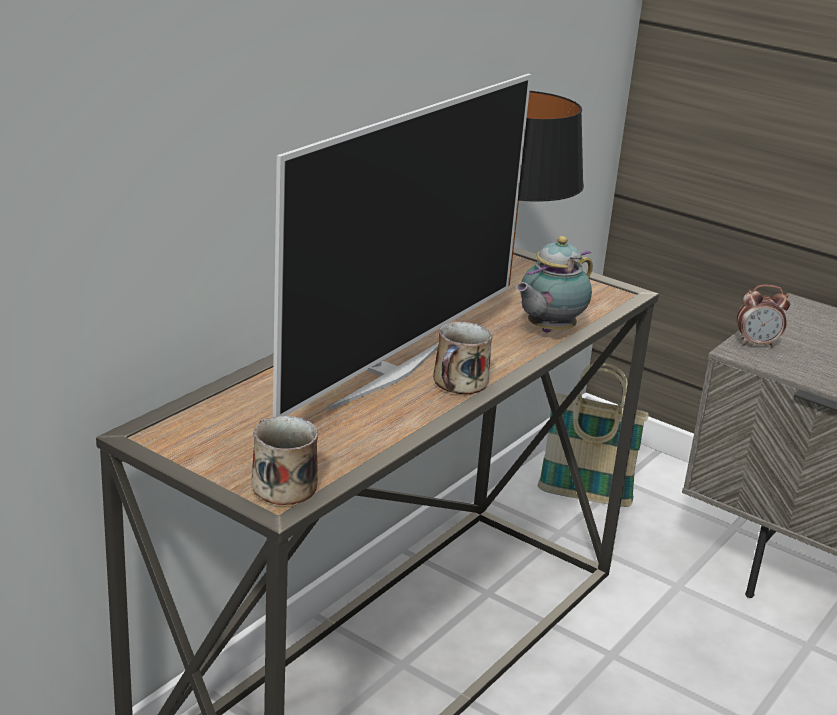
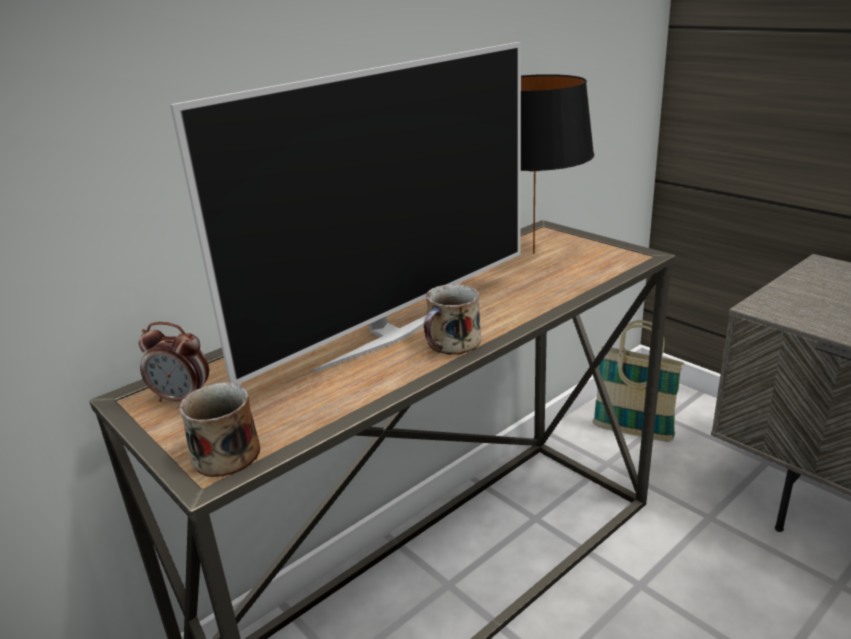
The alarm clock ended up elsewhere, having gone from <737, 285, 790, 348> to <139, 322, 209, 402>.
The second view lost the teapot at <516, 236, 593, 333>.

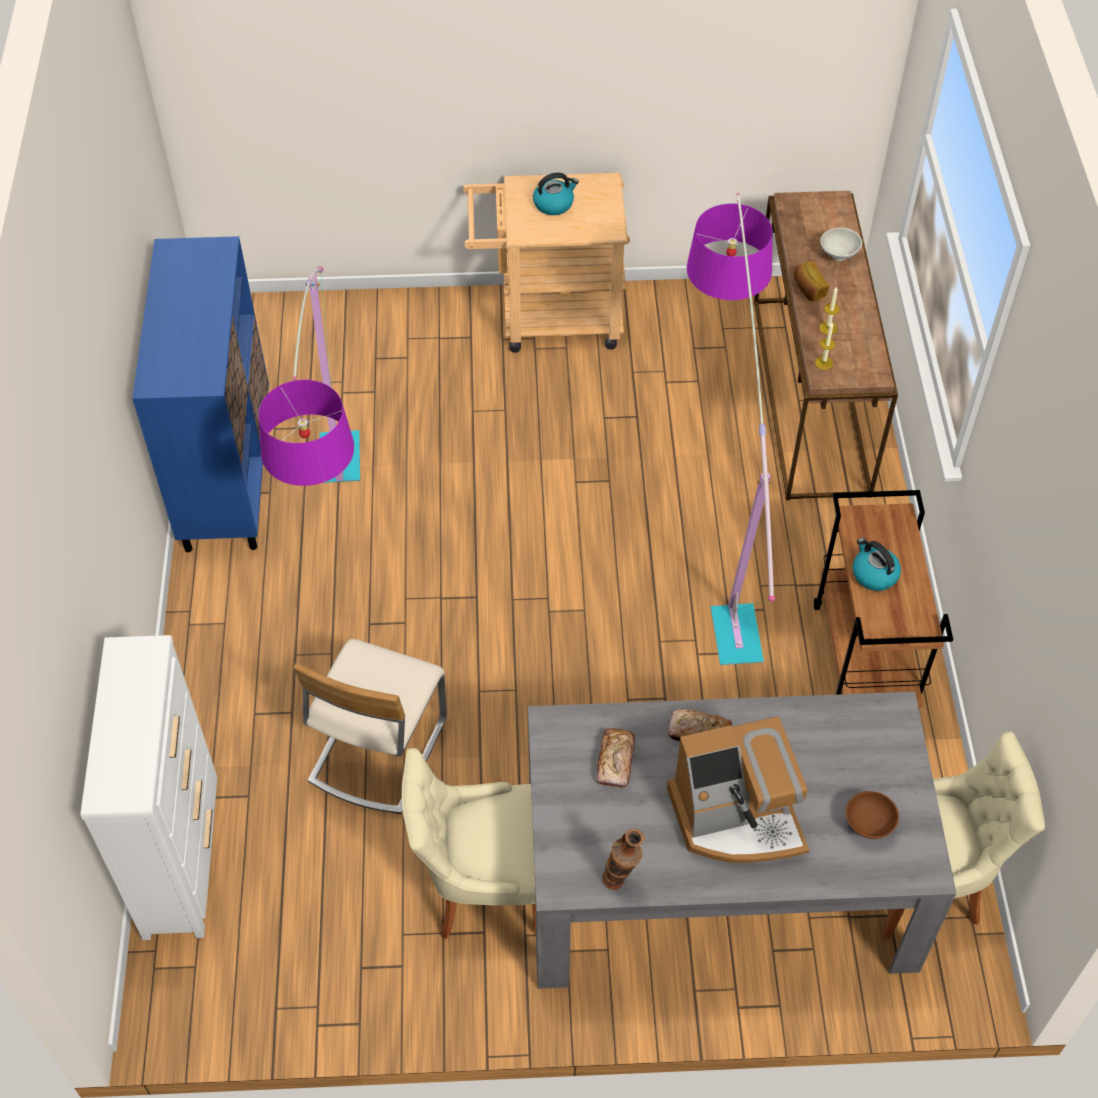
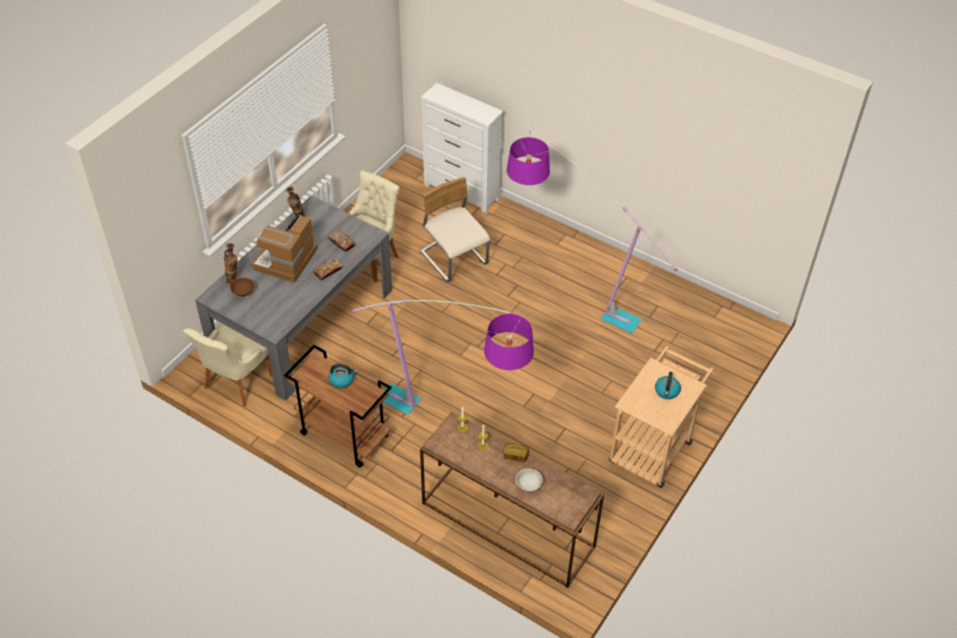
The second view gained the vase at <224, 243, 238, 284>.
The second view lost the blue cabinet at <132, 236, 269, 552>.

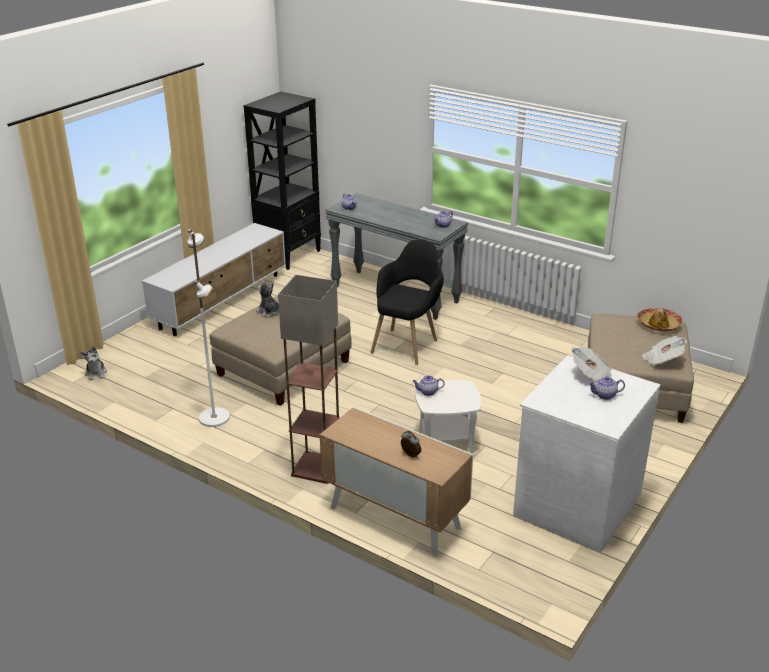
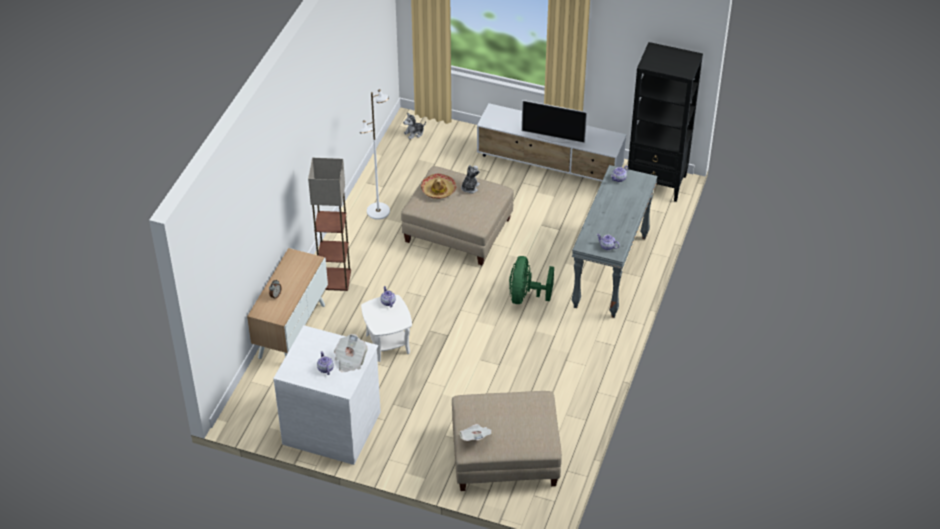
The hat ended up elsewhere, having gone from <637, 308, 683, 332> to <421, 173, 456, 199>.
Where the black armchair stood at <370, 240, 444, 365>, the green fan came to stand at <509, 256, 554, 304>.
The second view gained the television at <521, 100, 587, 143>.

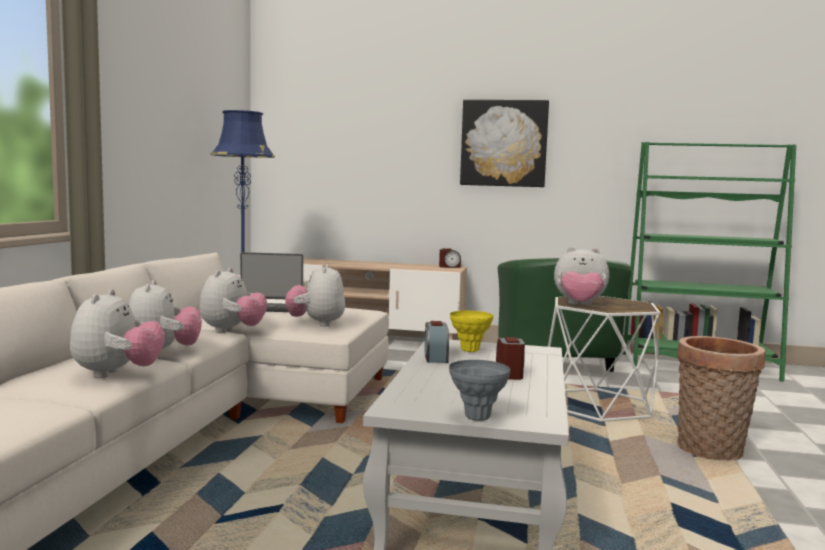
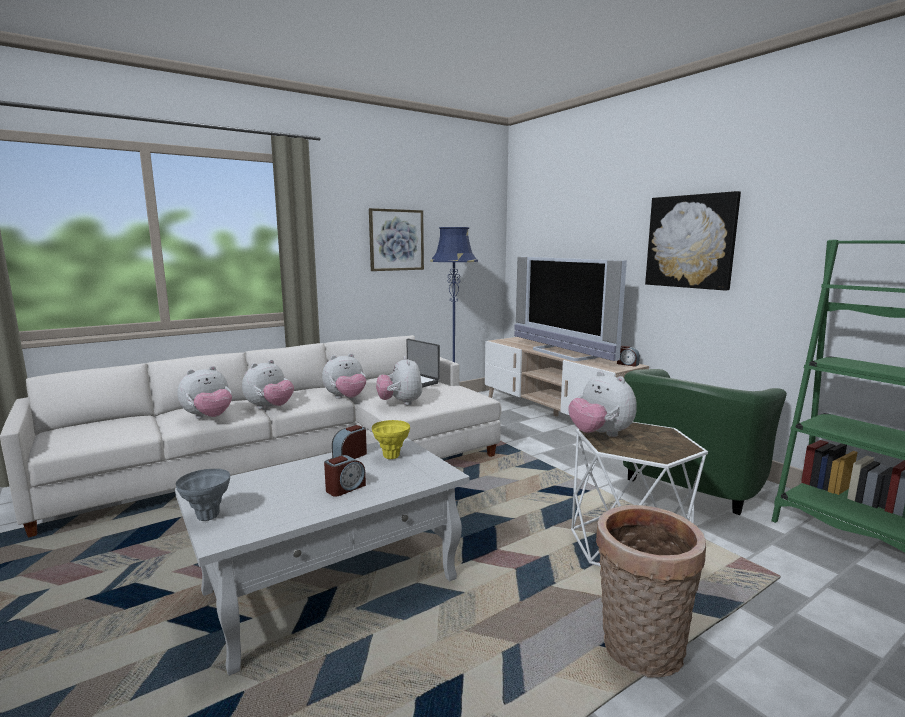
The second view gained the picture at <369, 208, 424, 271>.
The plush toy at <285, 264, 345, 326> ended up facing another way, 60 degrees counterclockwise from before.
The second view gained the television at <514, 257, 627, 361>.

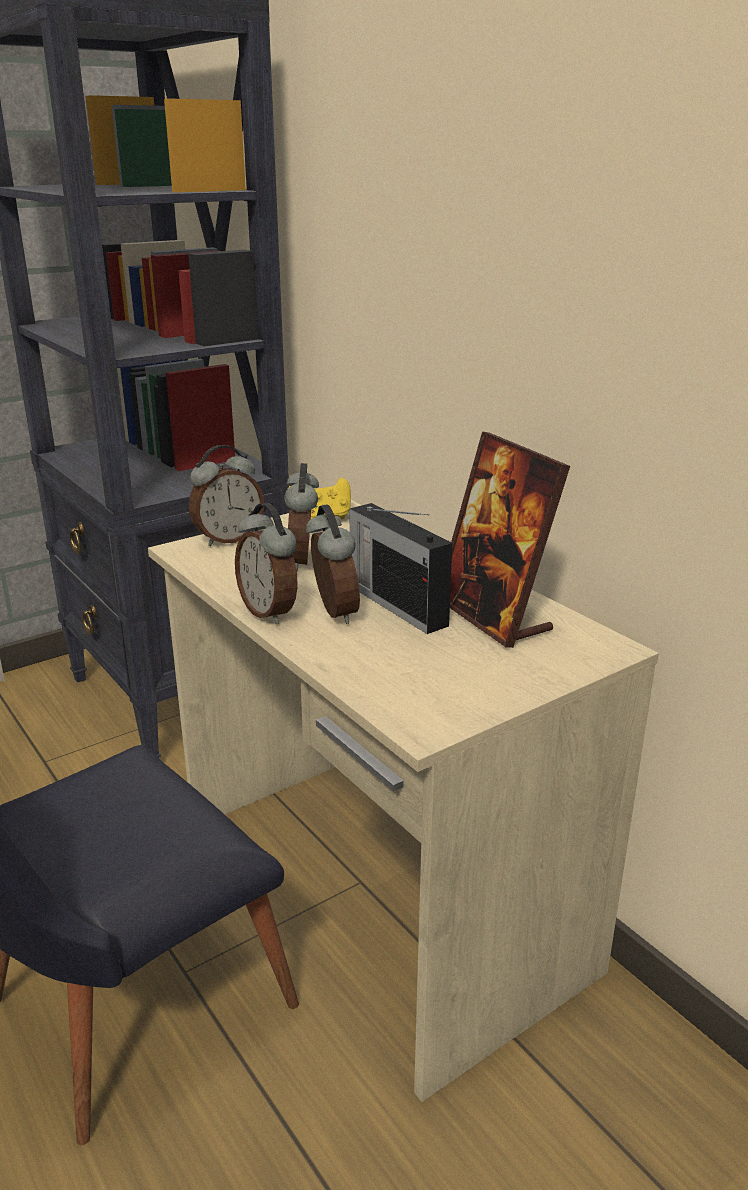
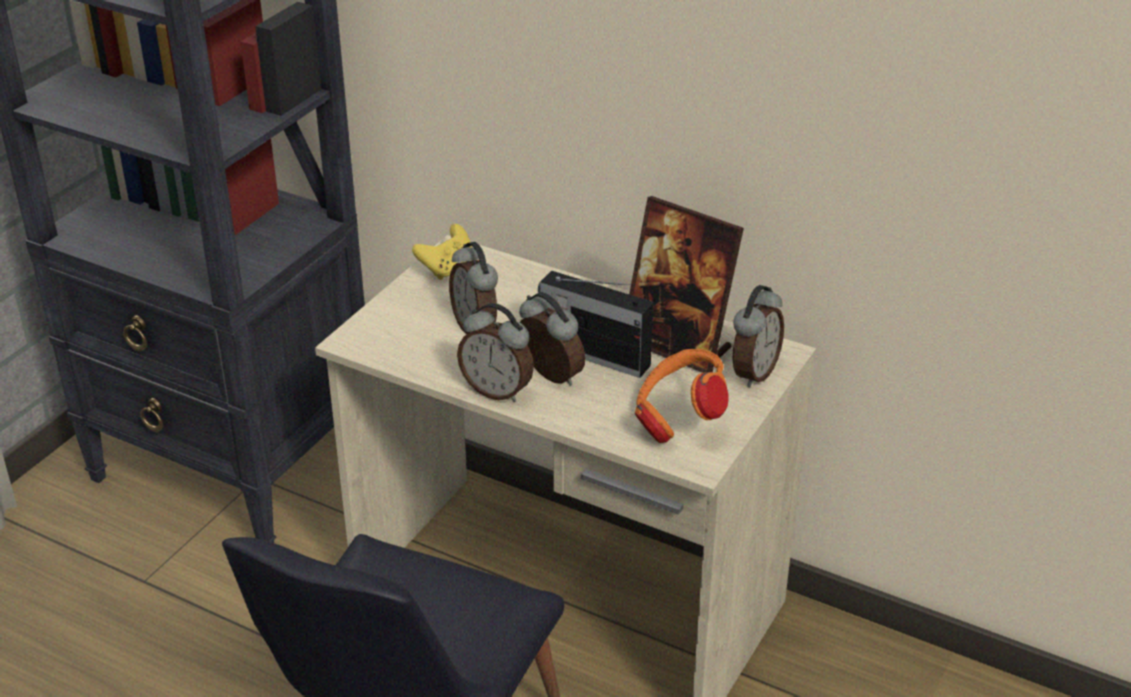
The second view gained the orange headphones at <635, 349, 729, 443>.
The alarm clock ended up elsewhere, having gone from <189, 445, 264, 546> to <733, 285, 784, 387>.

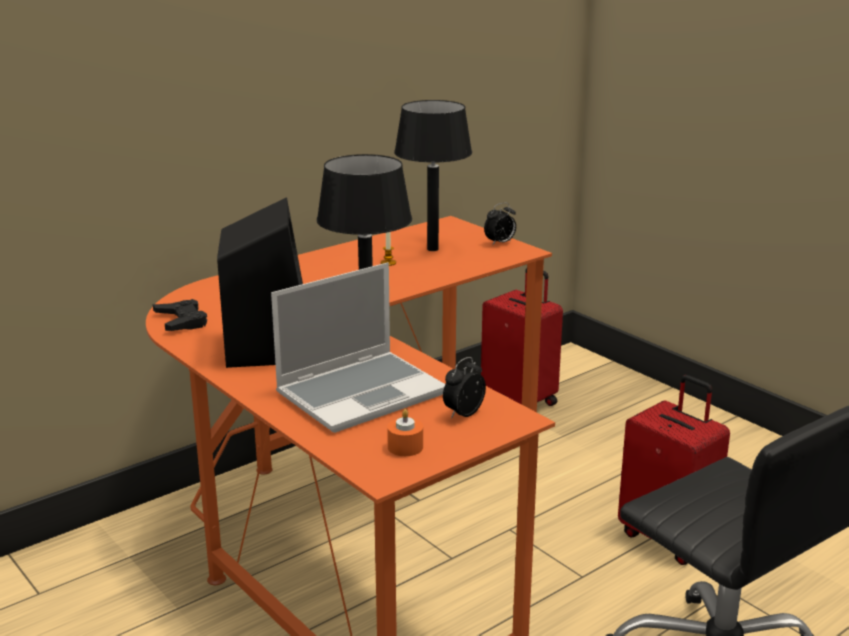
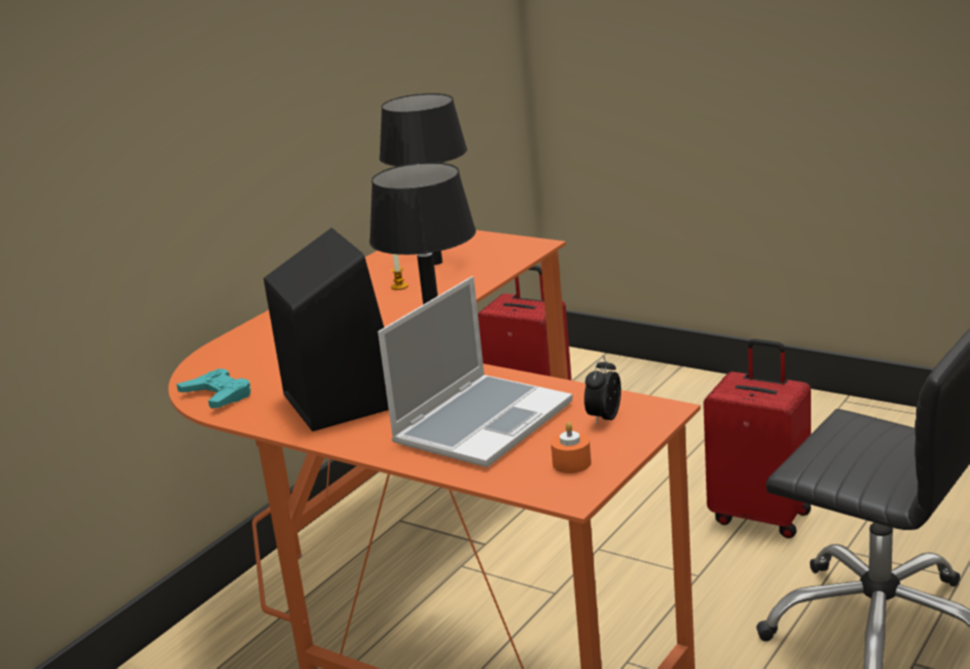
What was the black game controller at <153, 299, 207, 331> turned into the turquoise game controller at <177, 369, 251, 409>.
The second view lost the alarm clock at <484, 202, 516, 246>.

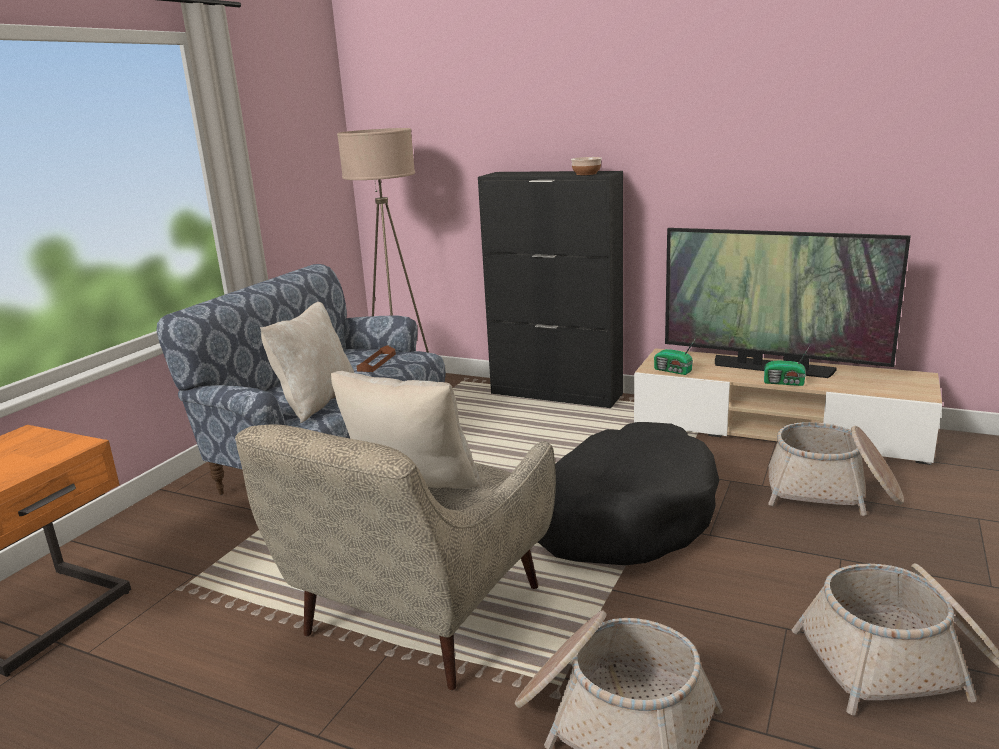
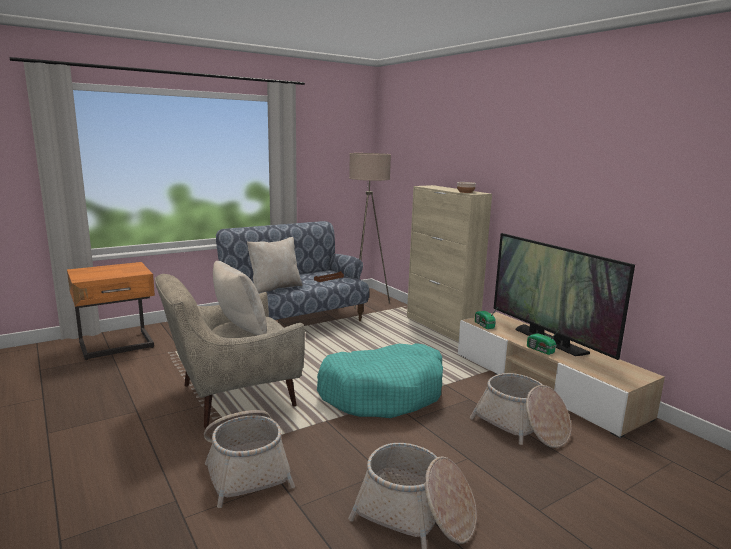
What was the black dog bed at <538, 422, 719, 565> turned into the turquoise dog bed at <317, 343, 443, 418>.
What was the black cabinet at <478, 171, 623, 408> turned into the beige cabinet at <407, 185, 492, 342>.

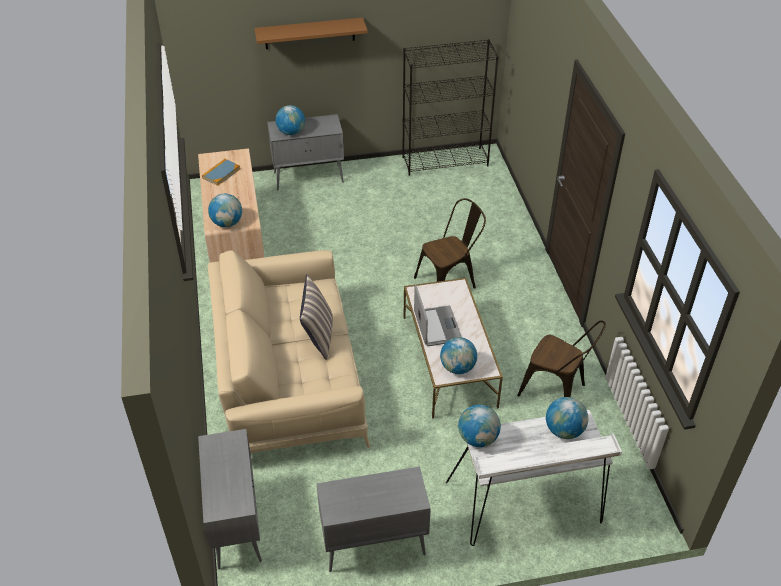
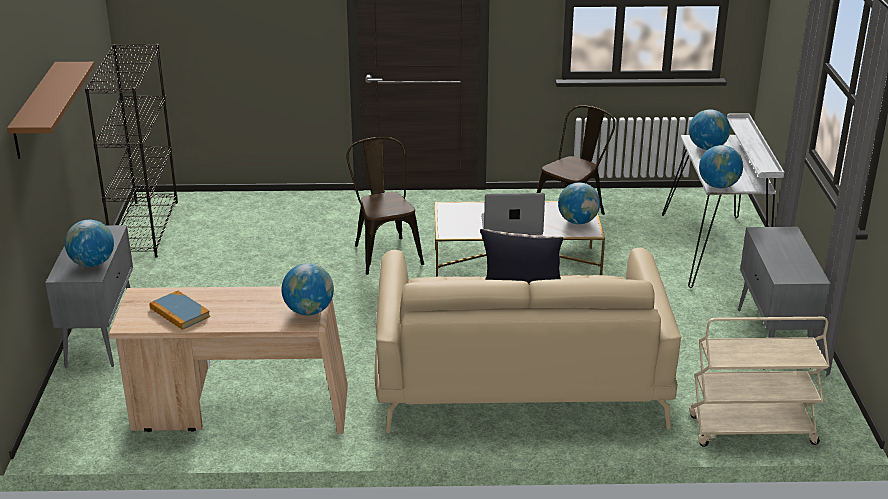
Where the grey cabinet stood at <198, 429, 262, 569>, the beige cart came to stand at <689, 317, 830, 447>.

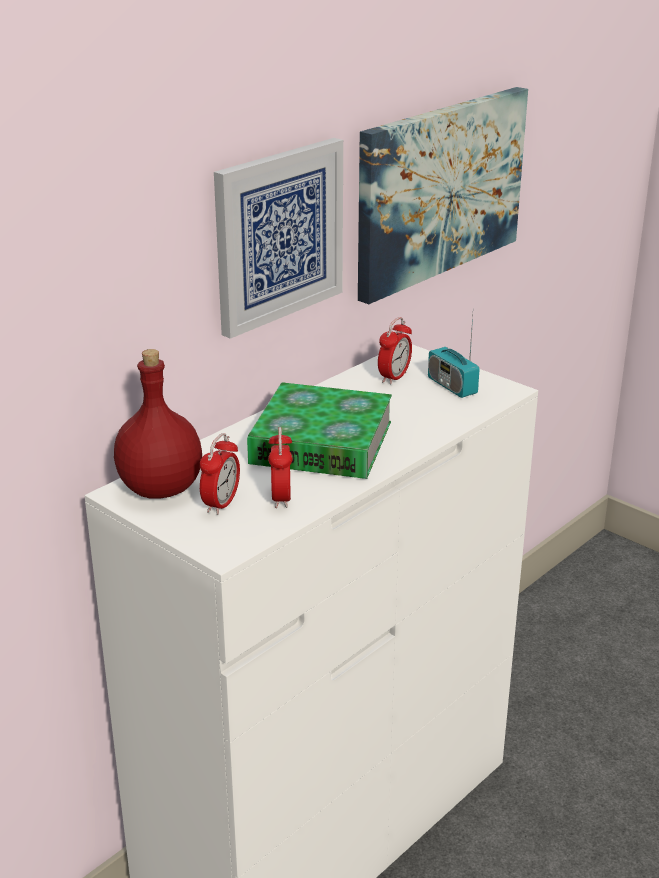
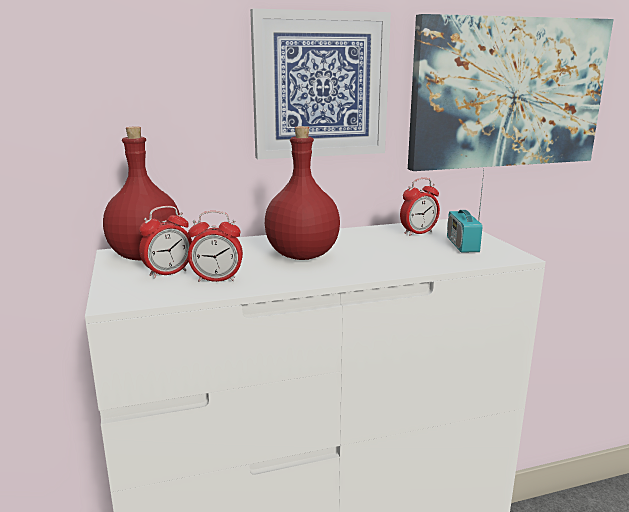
The alarm clock at <268, 427, 293, 508> ended up facing another way, 60 degrees clockwise from before.
Where the book stood at <247, 382, 392, 479>, the red bottle came to stand at <265, 126, 340, 260>.

